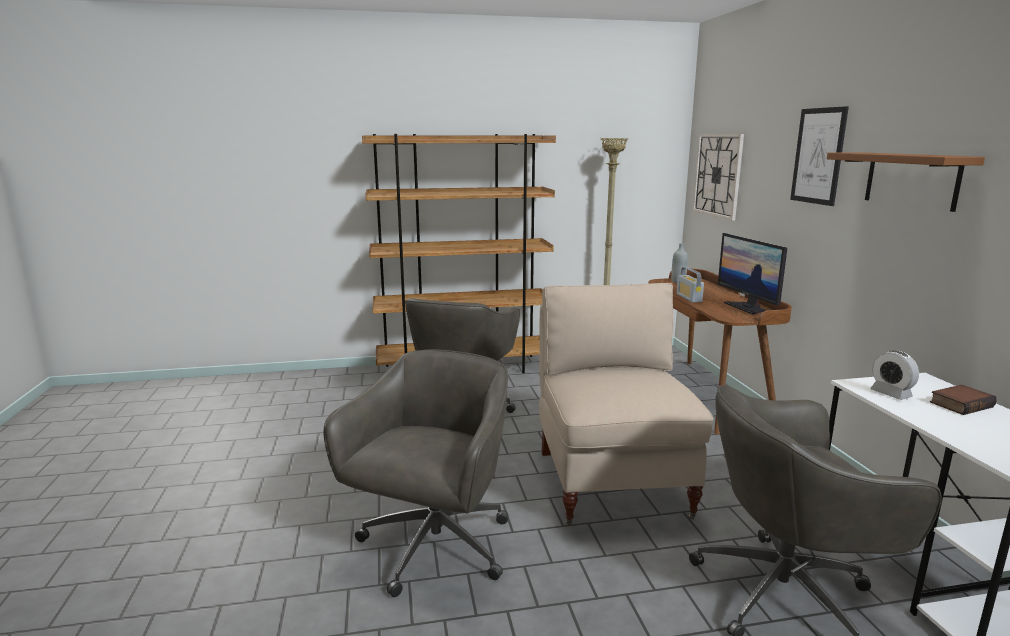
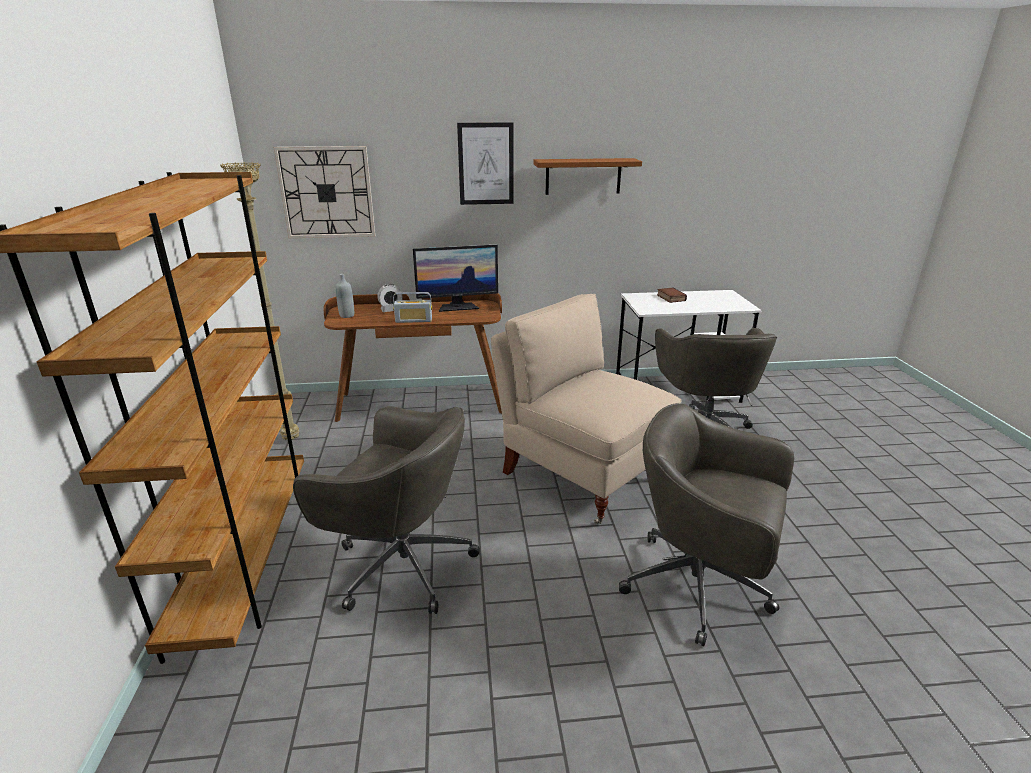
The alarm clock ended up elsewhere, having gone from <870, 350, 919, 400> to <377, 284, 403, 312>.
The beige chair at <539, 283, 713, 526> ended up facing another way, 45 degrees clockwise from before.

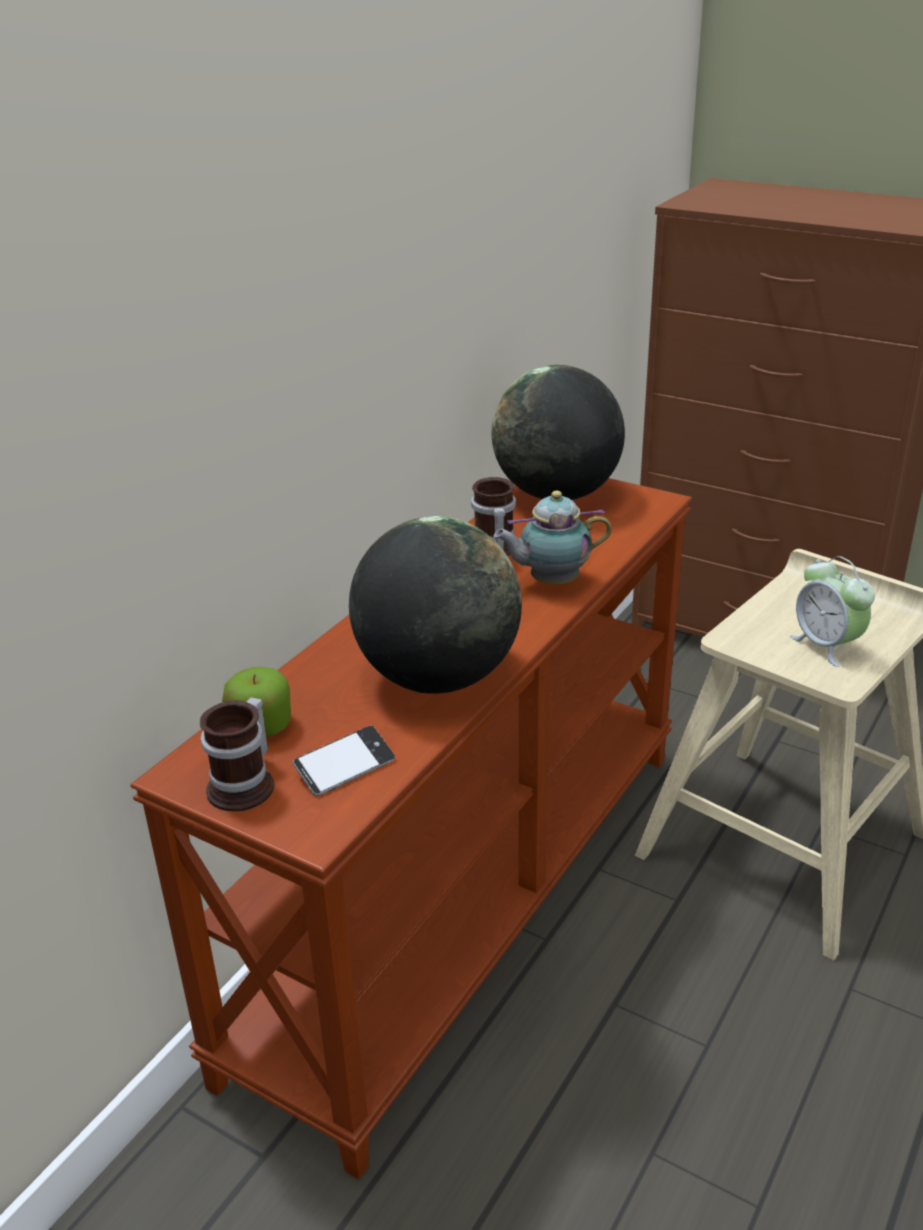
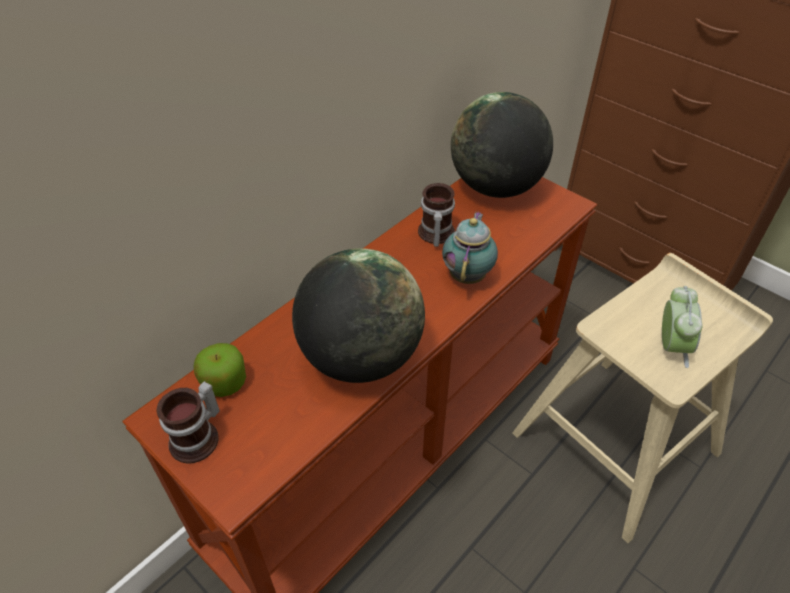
The teapot at <494, 491, 612, 584> ended up facing another way, 105 degrees clockwise from before.
The alarm clock at <790, 556, 875, 667> ended up facing another way, 150 degrees counterclockwise from before.
The second view lost the phone at <293, 725, 395, 796>.

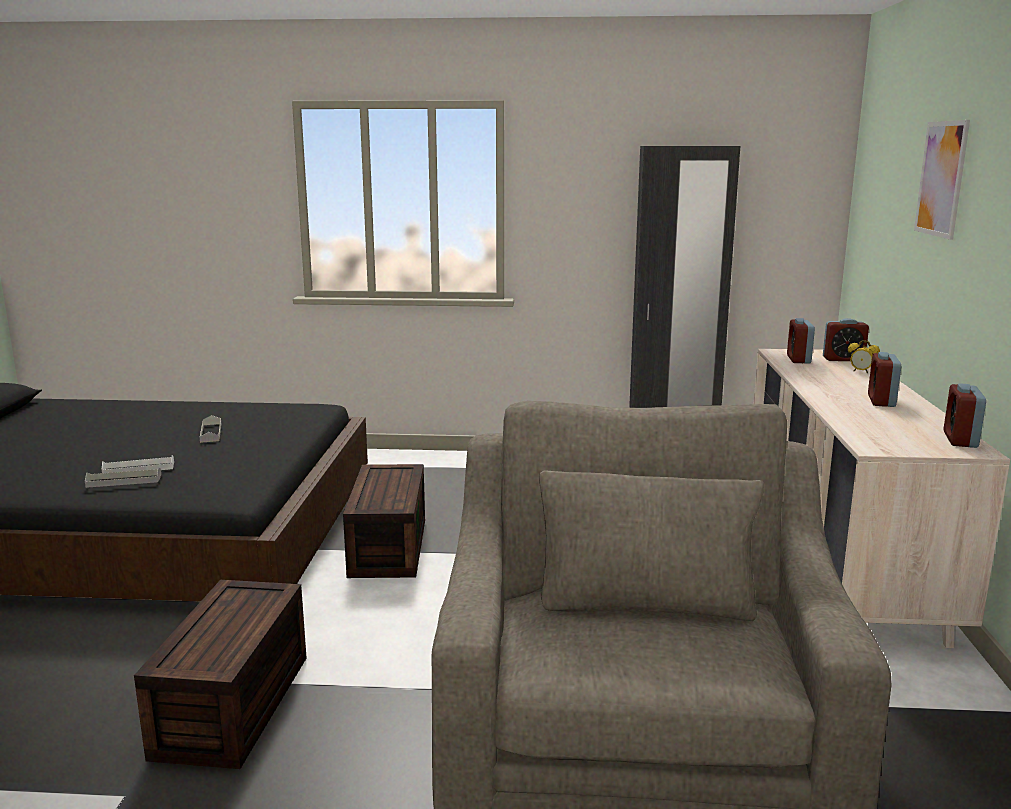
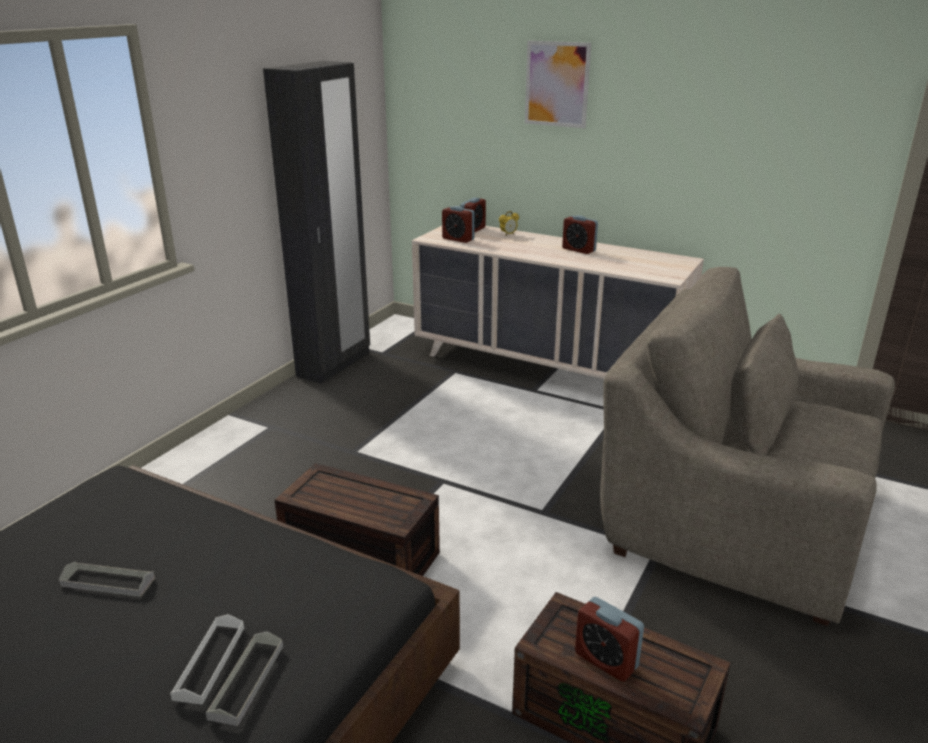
The alarm clock ended up elsewhere, having gone from <944, 383, 986, 448> to <575, 597, 644, 682>.

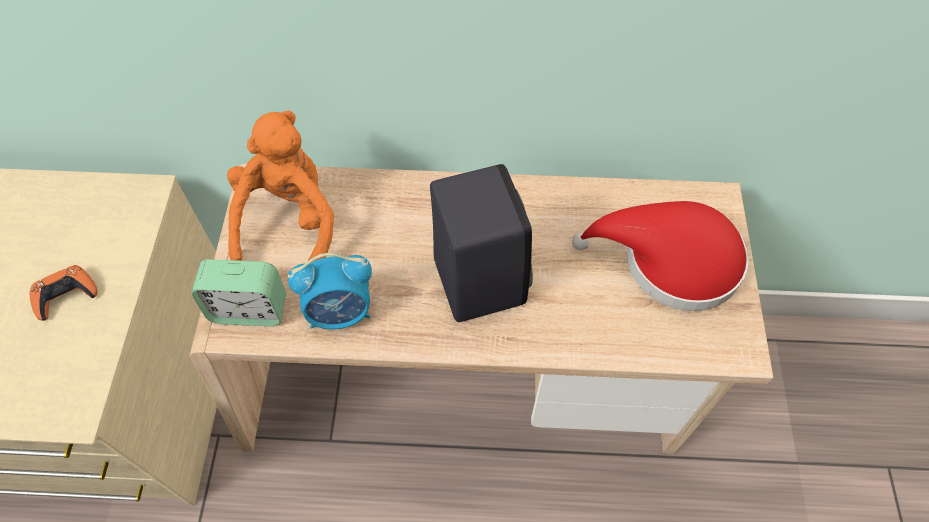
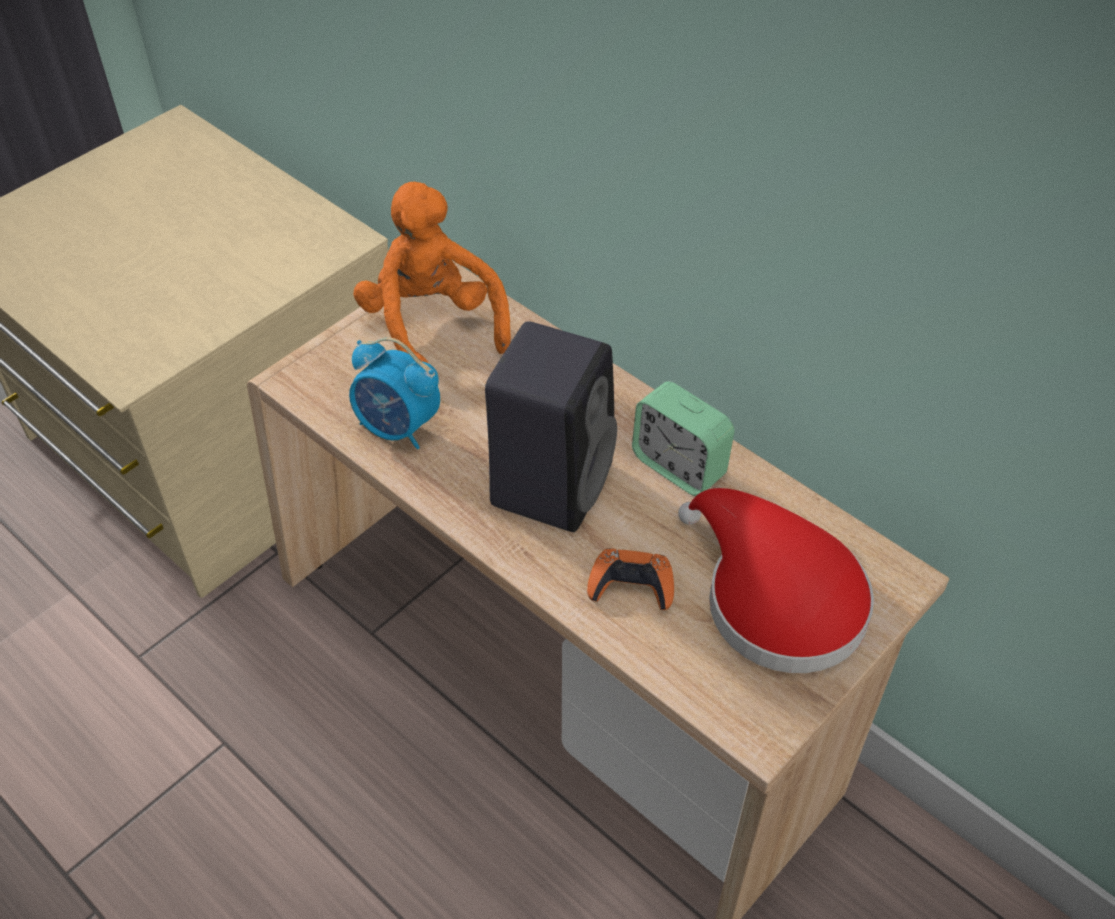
The orange plush toy at <227, 110, 334, 263> ended up facing another way, 75 degrees counterclockwise from before.
The orange game controller ended up elsewhere, having gone from <30, 265, 98, 321> to <587, 549, 674, 610>.
The alarm clock ended up elsewhere, having gone from <191, 259, 286, 326> to <632, 381, 735, 496>.

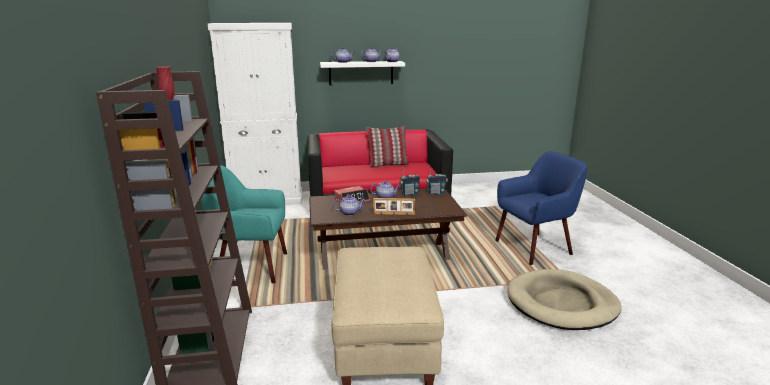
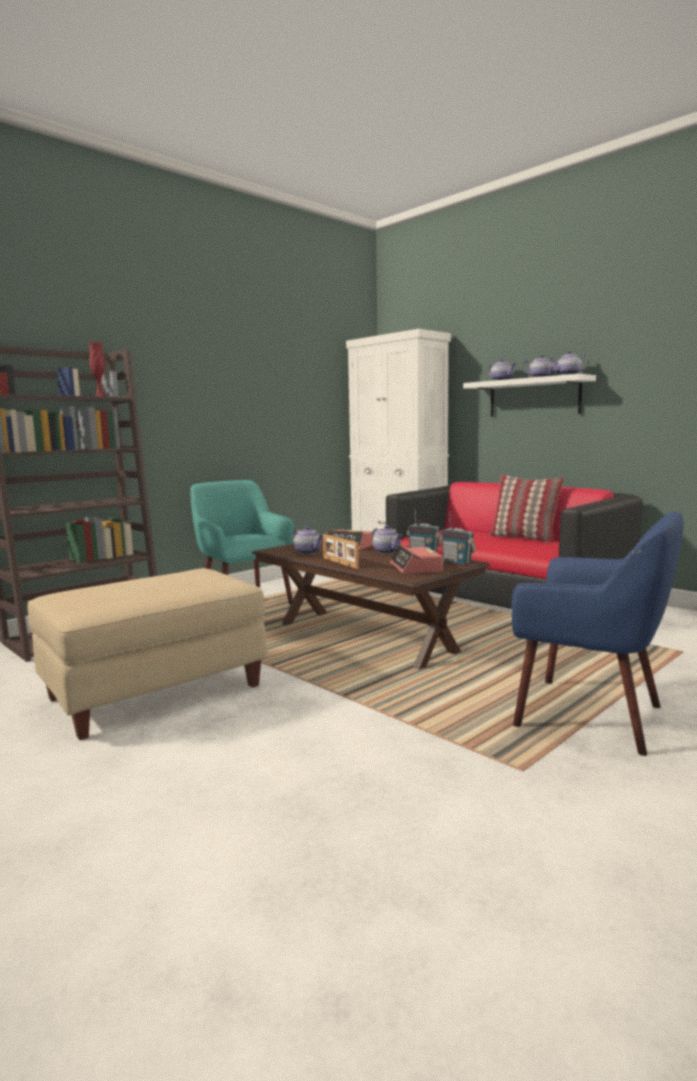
The second view gained the alarm clock at <390, 545, 443, 574>.
The second view lost the beige dog bed at <507, 269, 622, 330>.

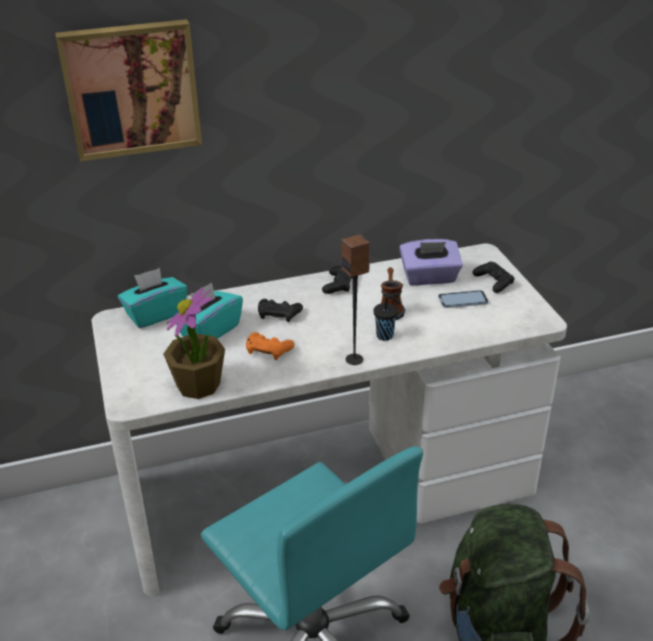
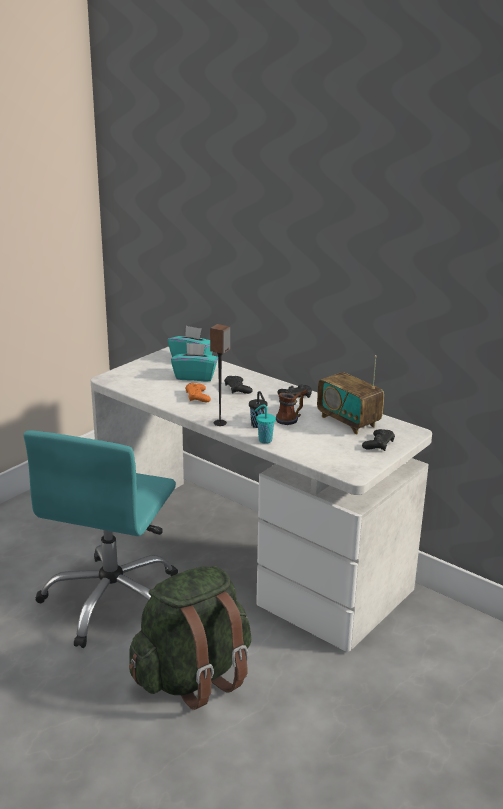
The second view gained the turquoise cup at <255, 405, 276, 444>.
Where the purple tissue box stood at <399, 239, 463, 285>, the radio came to stand at <317, 355, 384, 434>.
The second view lost the picture at <55, 19, 202, 161>.
The second view lost the potted plant at <163, 287, 225, 399>.
The second view lost the phone at <438, 290, 488, 308>.

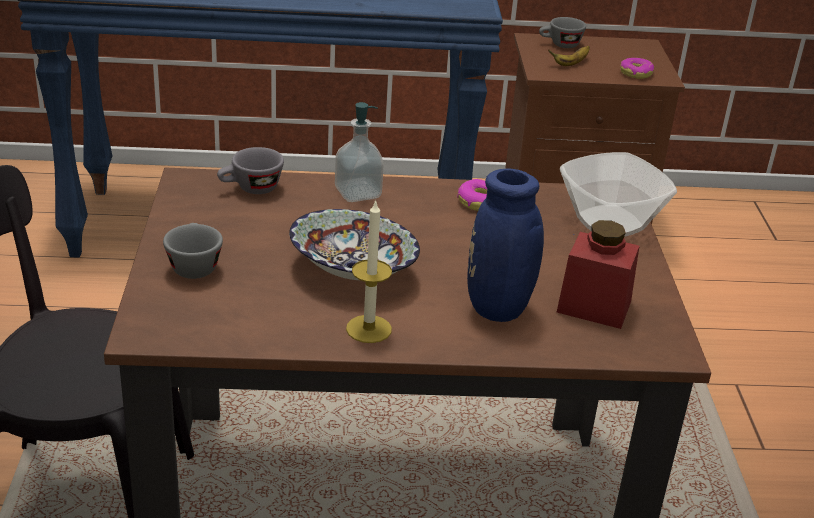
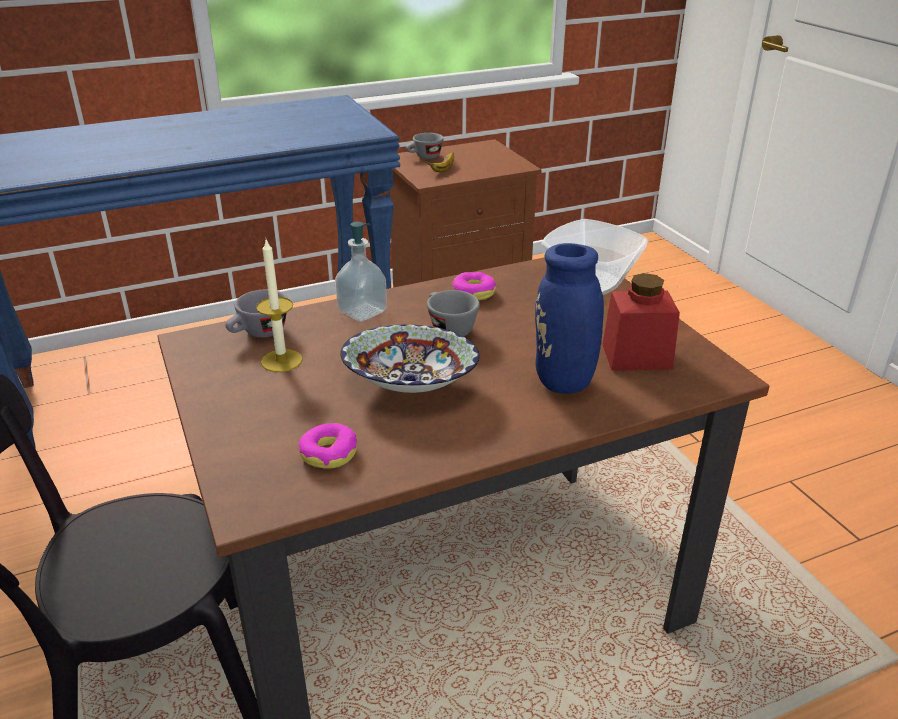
The candle ended up elsewhere, having gone from <346, 199, 392, 343> to <256, 240, 303, 372>.
The donut ended up elsewhere, having gone from <620, 58, 654, 79> to <299, 423, 357, 469>.
The grey cup ended up elsewhere, having gone from <163, 223, 223, 279> to <427, 290, 480, 337>.

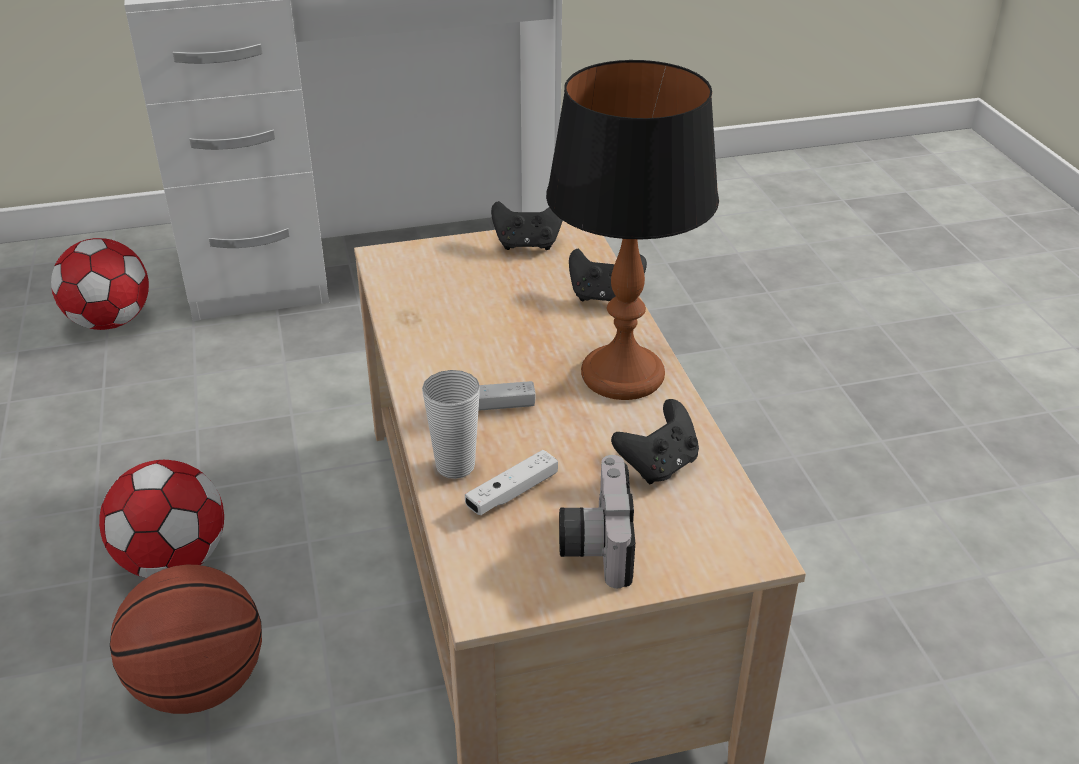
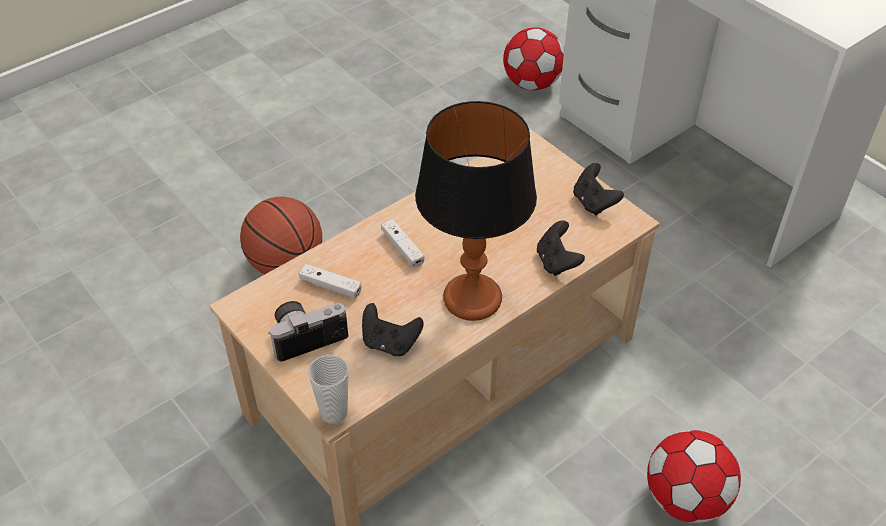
The cup ended up elsewhere, having gone from <422, 370, 480, 479> to <308, 355, 349, 424>.
The football ended up elsewhere, having gone from <99, 460, 224, 578> to <647, 430, 741, 523>.

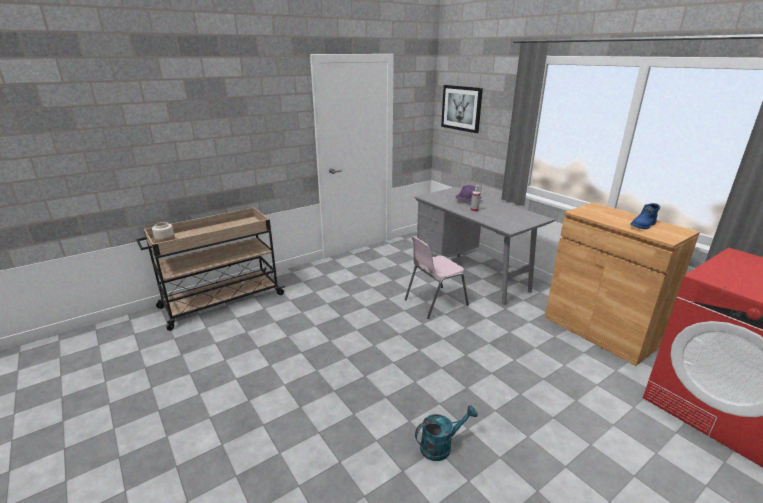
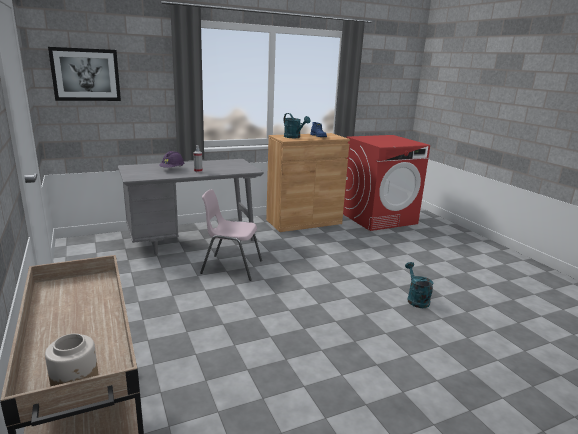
The pink chair at <405, 236, 469, 319> ended up facing another way, 120 degrees clockwise from before.
The second view gained the turquoise watering can at <284, 113, 310, 138>.

